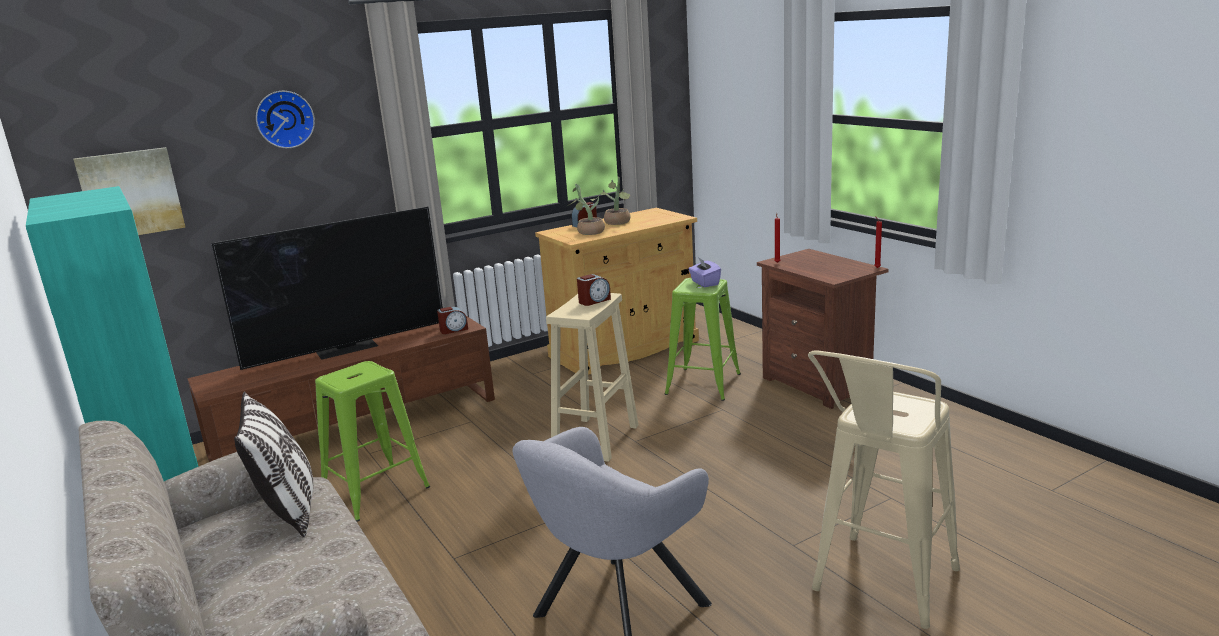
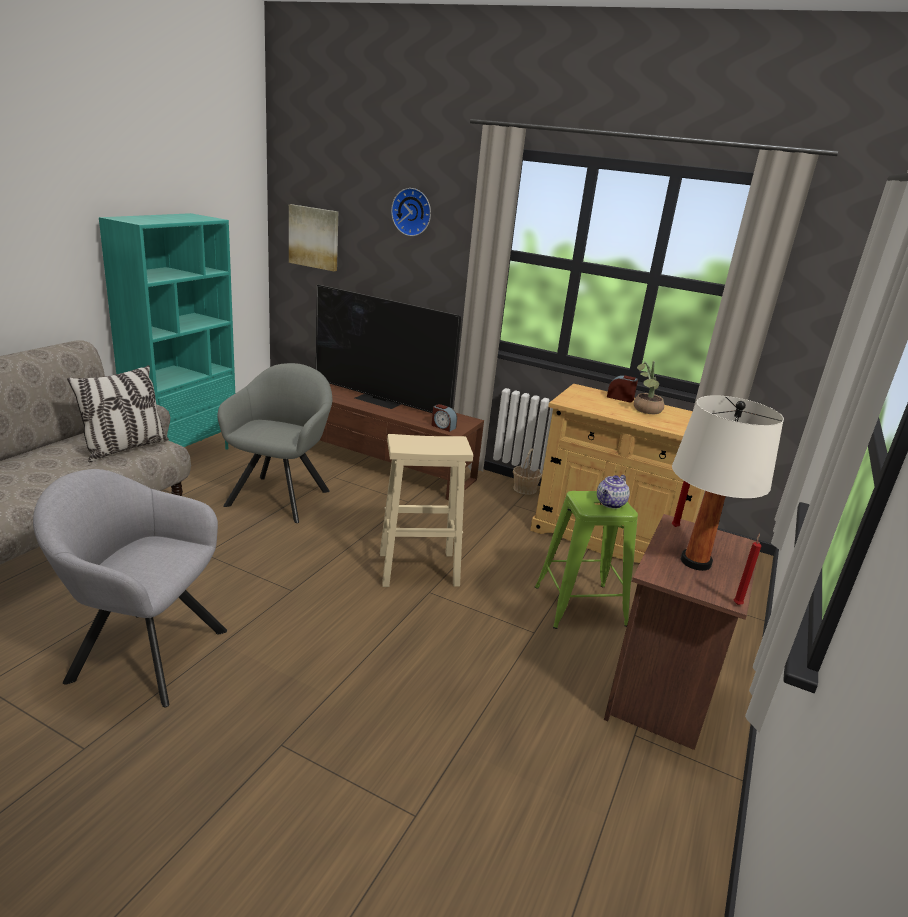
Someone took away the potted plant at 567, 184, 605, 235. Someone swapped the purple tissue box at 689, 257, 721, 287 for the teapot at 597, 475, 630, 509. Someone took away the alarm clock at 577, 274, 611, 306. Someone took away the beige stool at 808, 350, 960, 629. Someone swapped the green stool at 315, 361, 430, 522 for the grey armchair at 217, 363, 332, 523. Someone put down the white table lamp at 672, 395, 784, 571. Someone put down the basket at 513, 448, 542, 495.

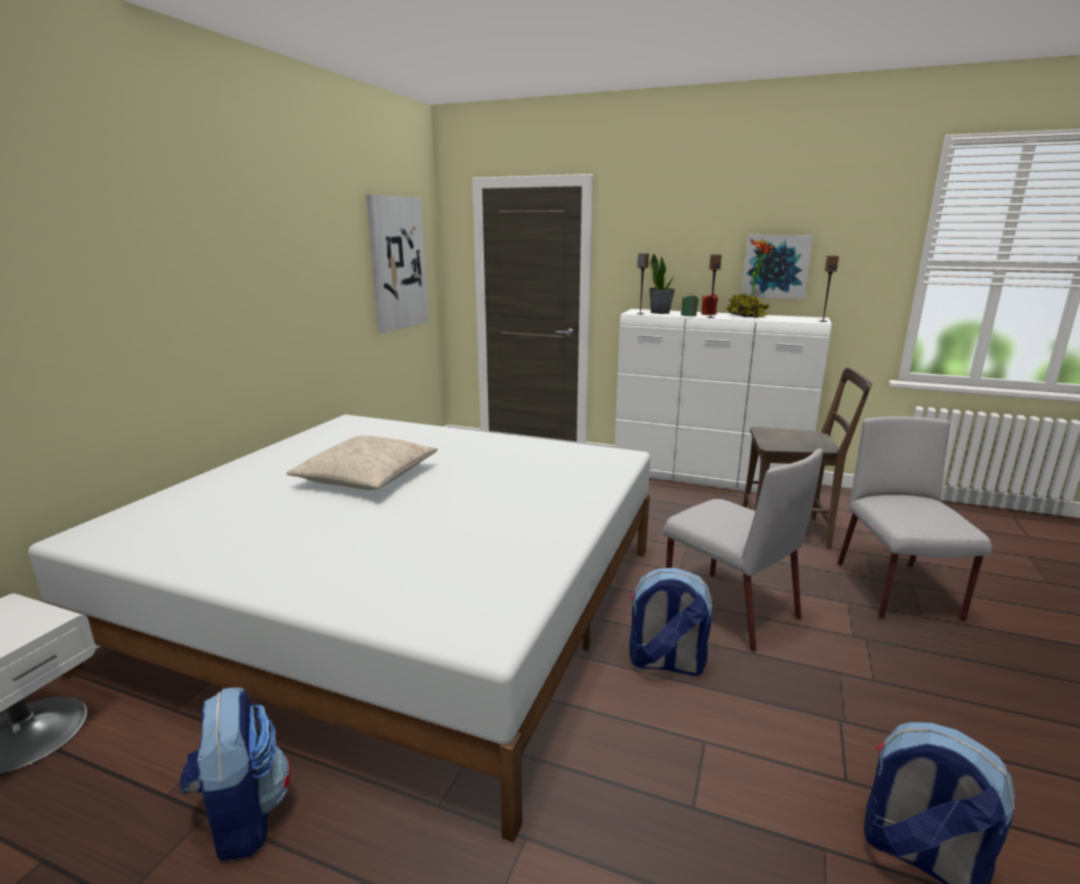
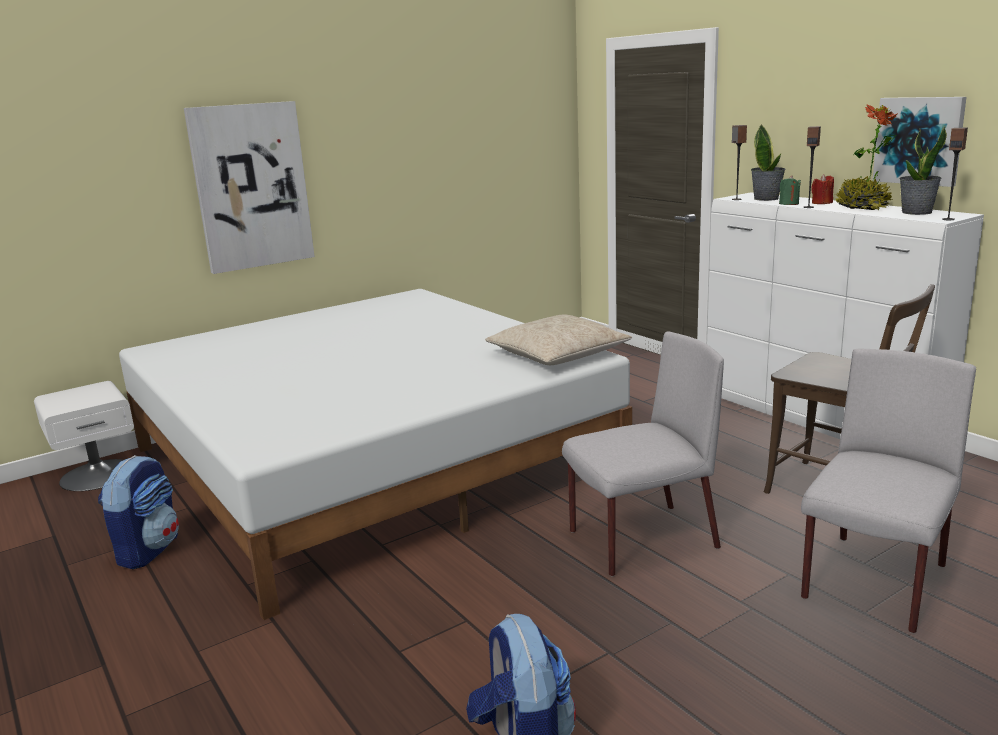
Someone carried the picture from 366, 194, 428, 333 to 184, 101, 315, 274. Someone carried the beige pillow from 286, 436, 438, 490 to 485, 315, 632, 365. Someone rotated the grey chair at 663, 449, 823, 652 by 105 degrees counterclockwise. Someone took away the backpack at 629, 568, 712, 676. Someone put down the potted plant at 900, 126, 947, 215.

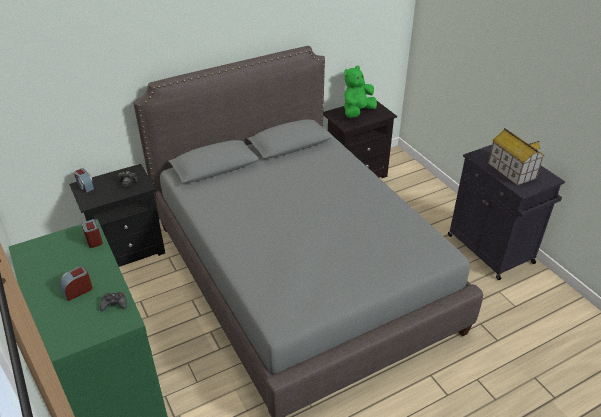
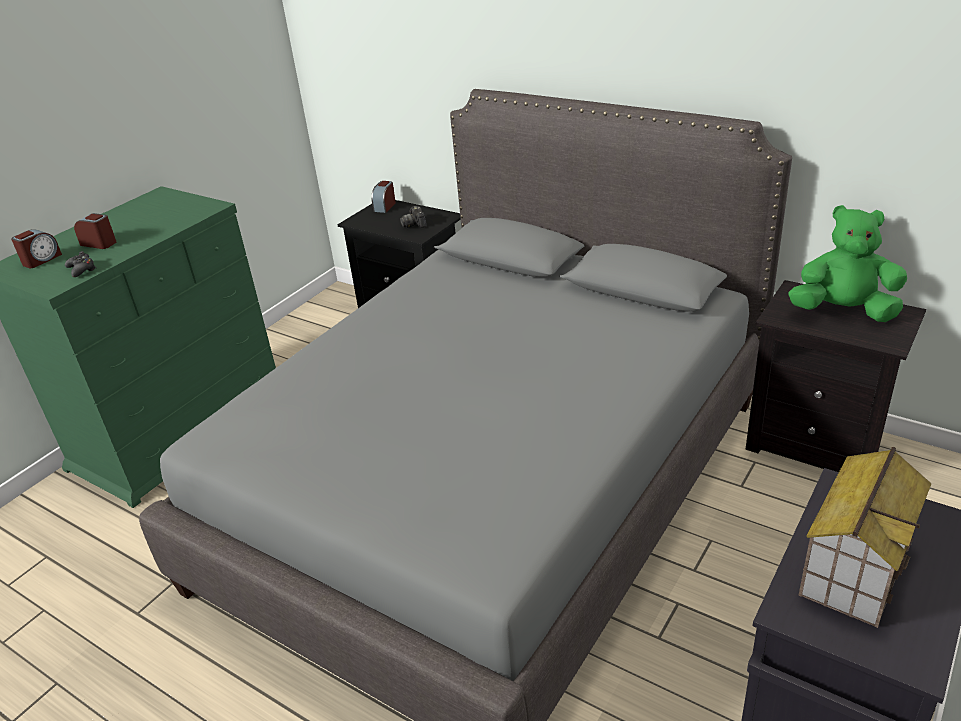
Someone carried the alarm clock from 81, 219, 103, 248 to 11, 229, 62, 268.

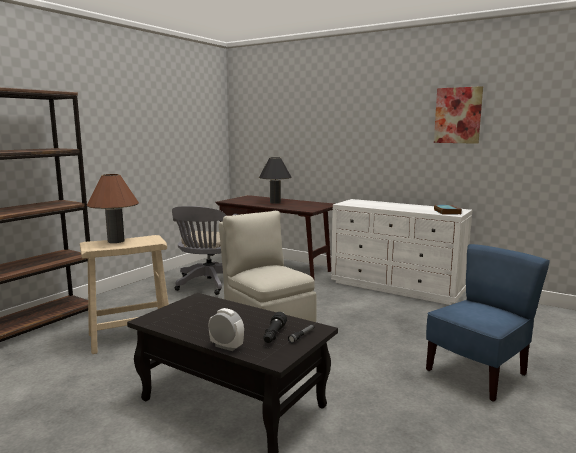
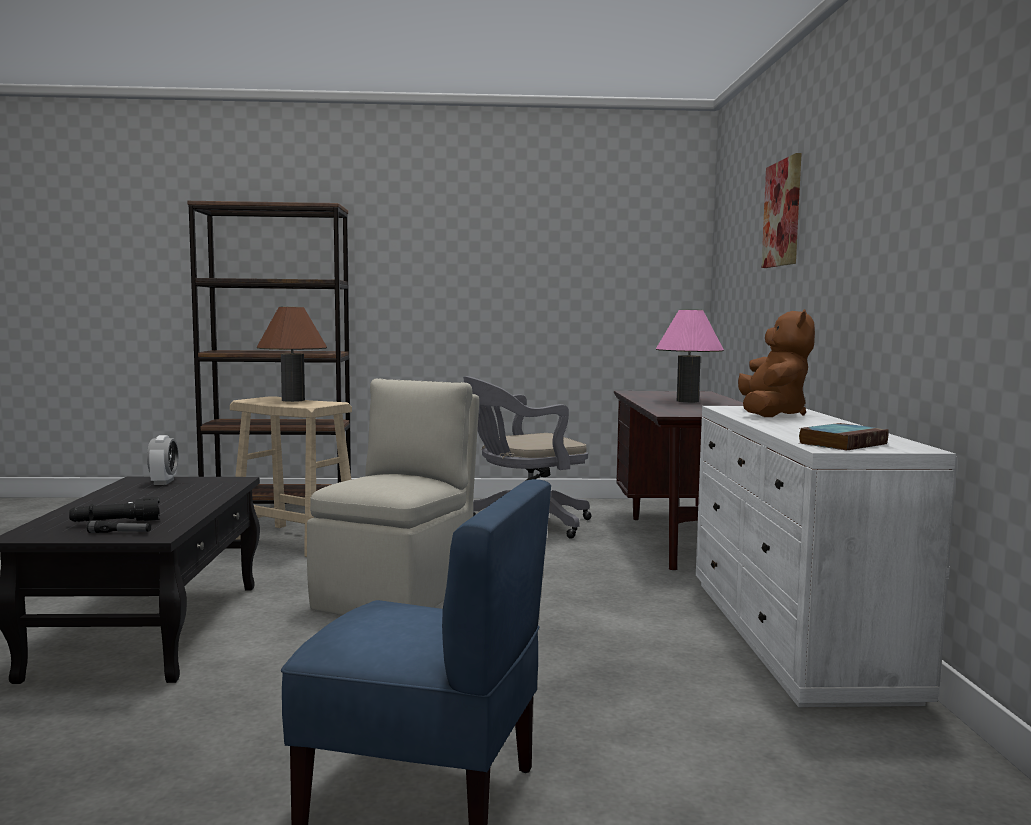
Someone carried the picture from 434, 86, 483, 144 to 761, 153, 802, 268. Someone repainted the black table lamp at 259, 157, 291, 203, which became the pink table lamp at 656, 309, 724, 403. Someone carried the alarm clock from 208, 308, 244, 351 to 147, 435, 178, 485. Someone put down the brown plush toy at 738, 309, 815, 417.

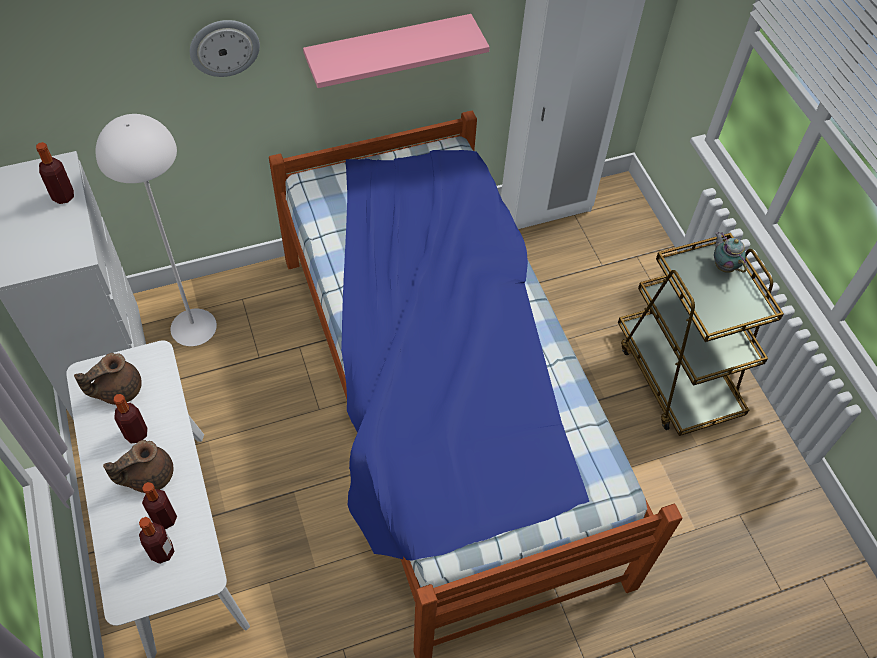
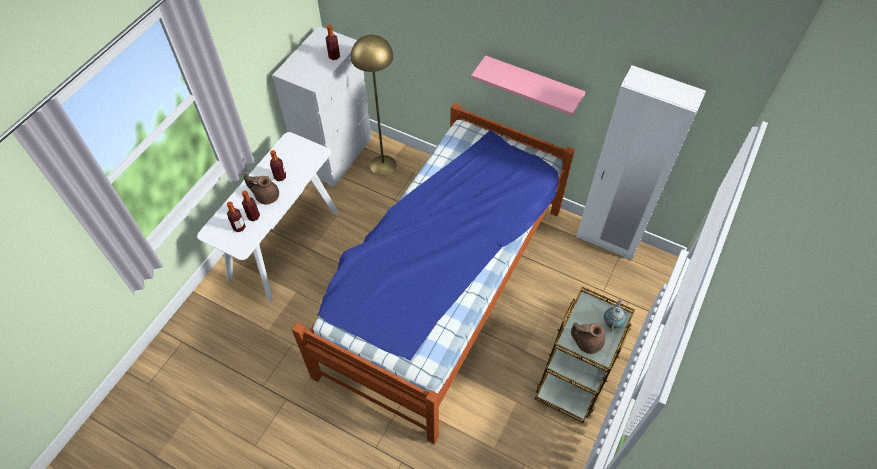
Someone took away the wall clock at 190, 20, 260, 77. Someone repainted the white floor lamp at 96, 114, 217, 346, which became the yellow floor lamp at 351, 35, 396, 176. Someone carried the brown teapot from 74, 353, 142, 405 to 571, 322, 605, 354.

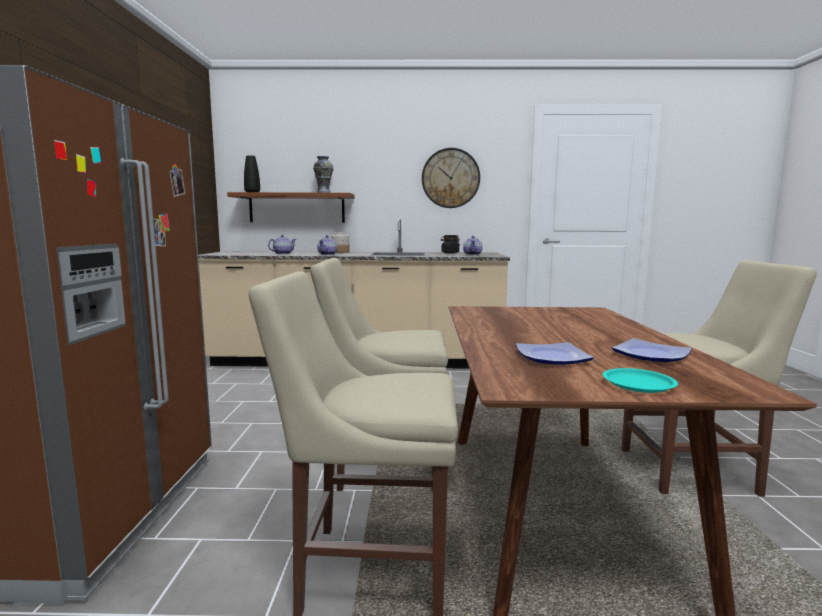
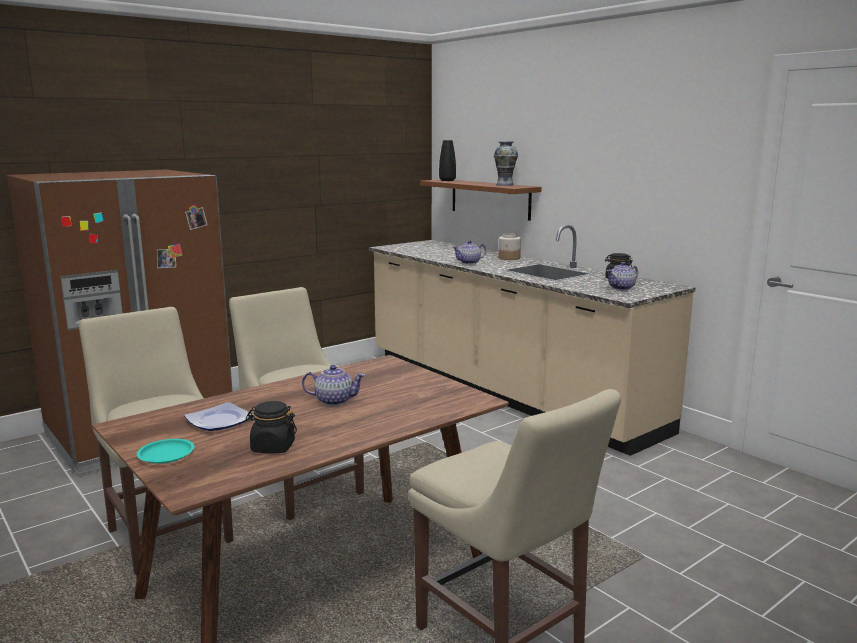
Someone took away the wall clock at 422, 148, 480, 208. Someone carried the teapot from 268, 235, 296, 254 to 302, 365, 365, 406. Someone swapped the plate at 611, 338, 692, 362 for the black jar at 246, 401, 297, 454.

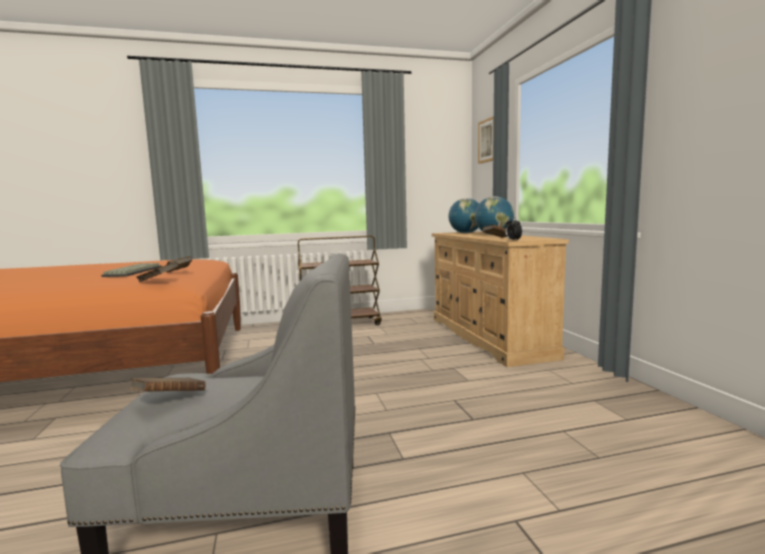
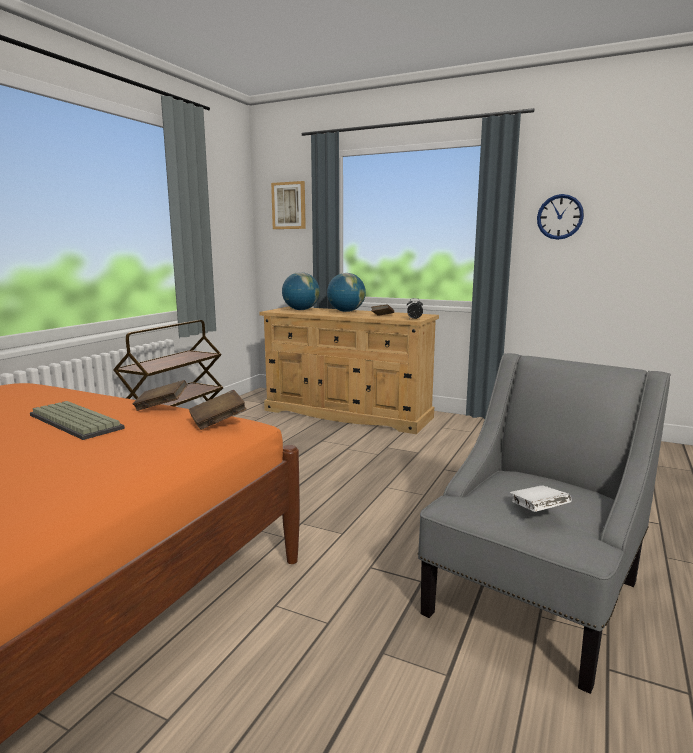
Someone repainted the brown book at 130, 378, 206, 391, which became the white book at 510, 486, 572, 512. Someone put up the wall clock at 537, 194, 584, 240.

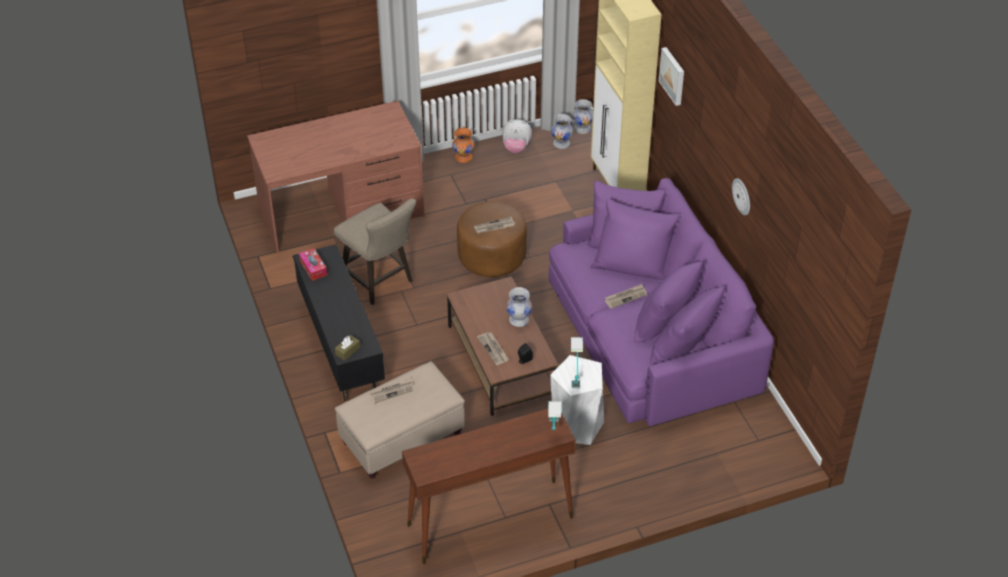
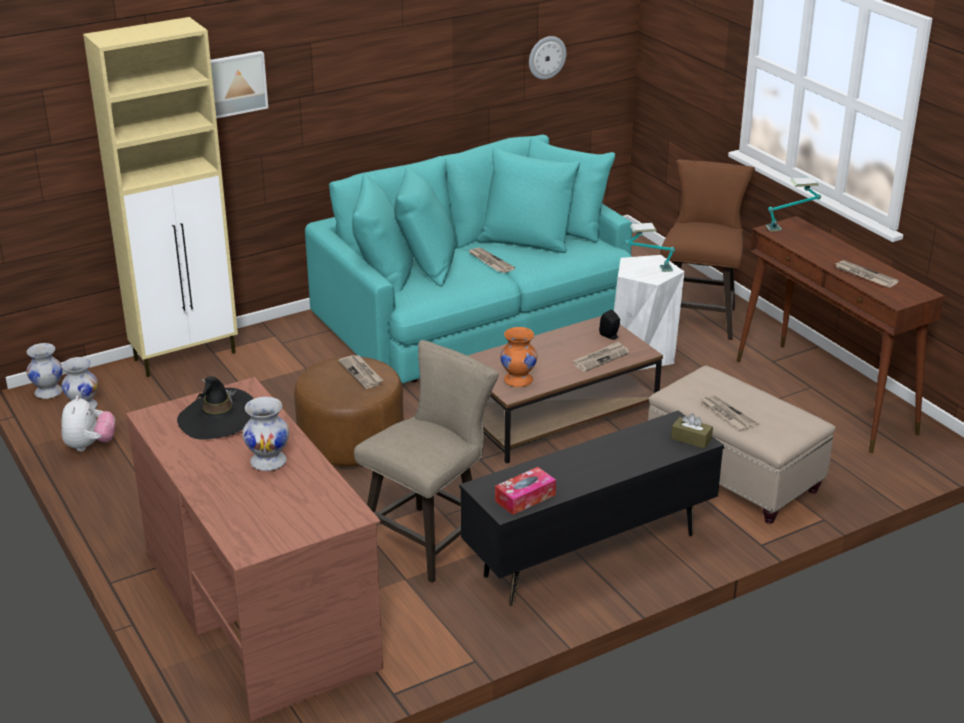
Someone carried the orange vase from 452, 128, 475, 163 to 500, 327, 538, 387. Someone repainted the purple sofa at 549, 178, 774, 426, which became the turquoise sofa at 305, 135, 632, 383. Someone carried the wall clock from 732, 178, 750, 215 to 529, 36, 566, 79. Someone carried the white vase from 506, 287, 532, 327 to 242, 397, 289, 471. Someone put down the brown stool at 661, 160, 755, 340. Someone put down the newspaper at 834, 260, 899, 287. Someone put down the black hat at 177, 376, 254, 440.

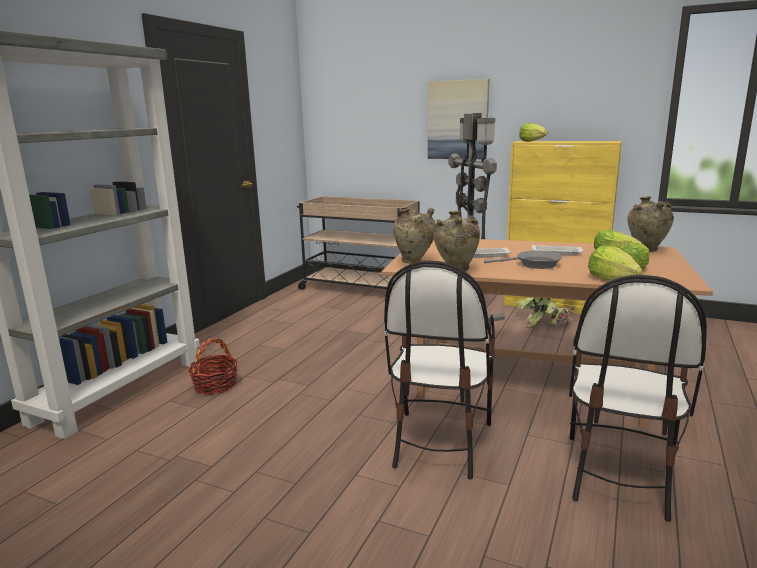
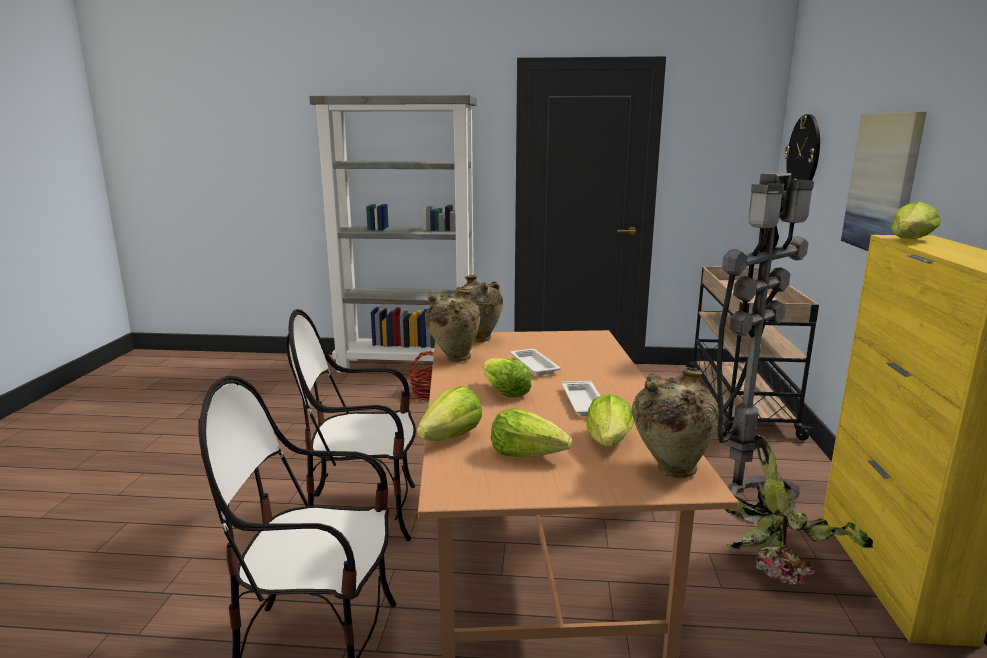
Someone swapped the grey frying pan at 484, 251, 562, 269 for the lettuce at 482, 358, 532, 397. Someone put up the wall clock at 785, 114, 820, 180.

